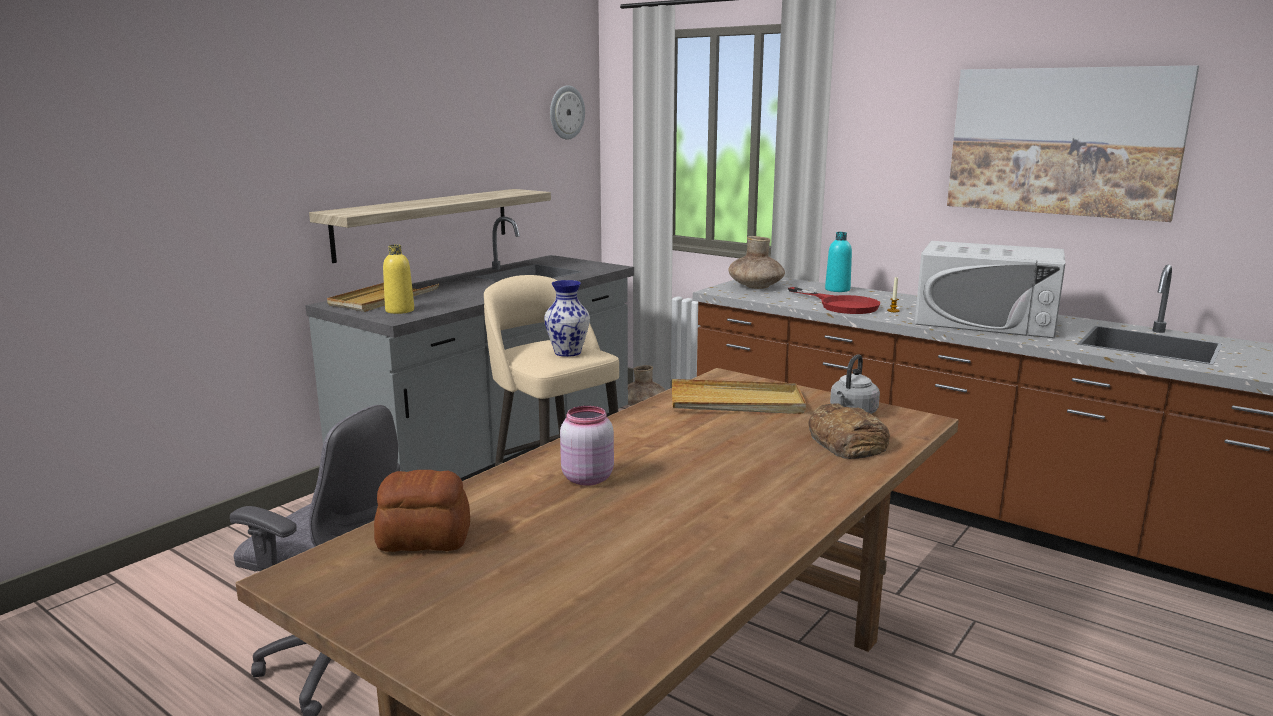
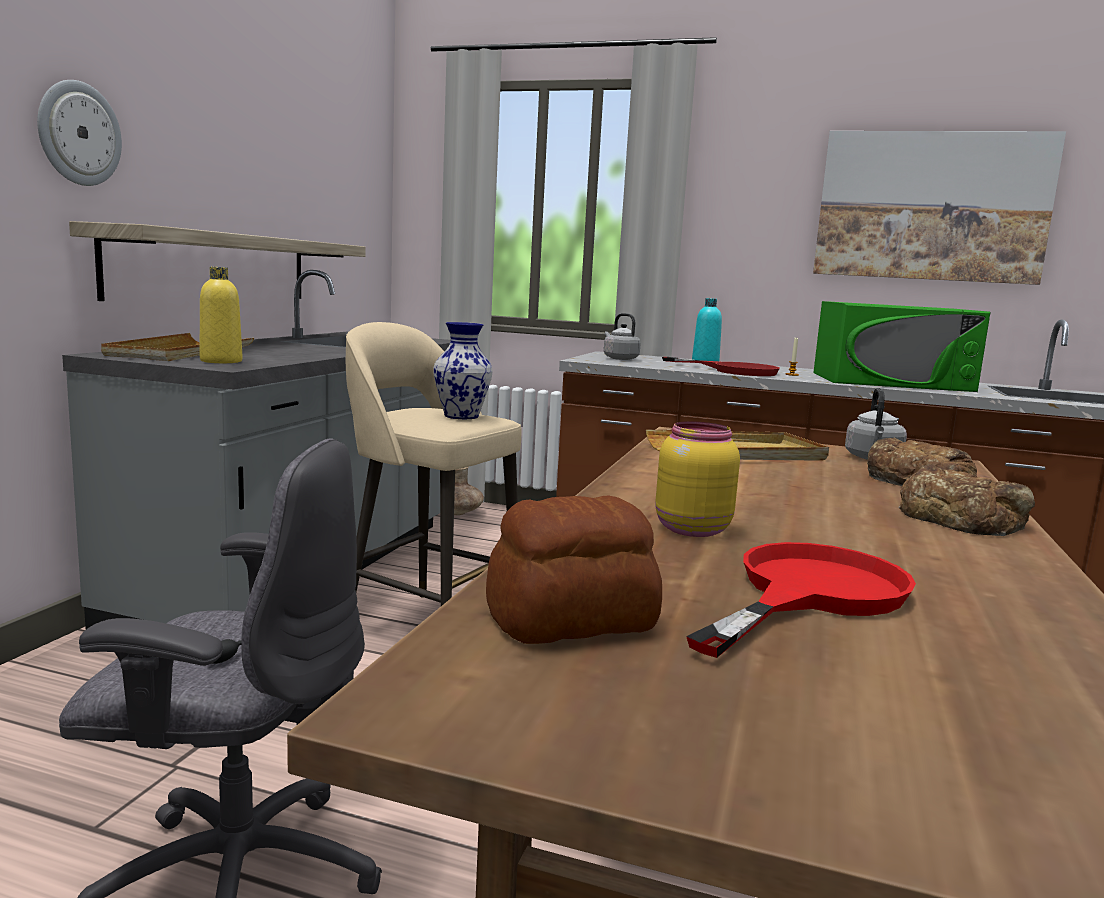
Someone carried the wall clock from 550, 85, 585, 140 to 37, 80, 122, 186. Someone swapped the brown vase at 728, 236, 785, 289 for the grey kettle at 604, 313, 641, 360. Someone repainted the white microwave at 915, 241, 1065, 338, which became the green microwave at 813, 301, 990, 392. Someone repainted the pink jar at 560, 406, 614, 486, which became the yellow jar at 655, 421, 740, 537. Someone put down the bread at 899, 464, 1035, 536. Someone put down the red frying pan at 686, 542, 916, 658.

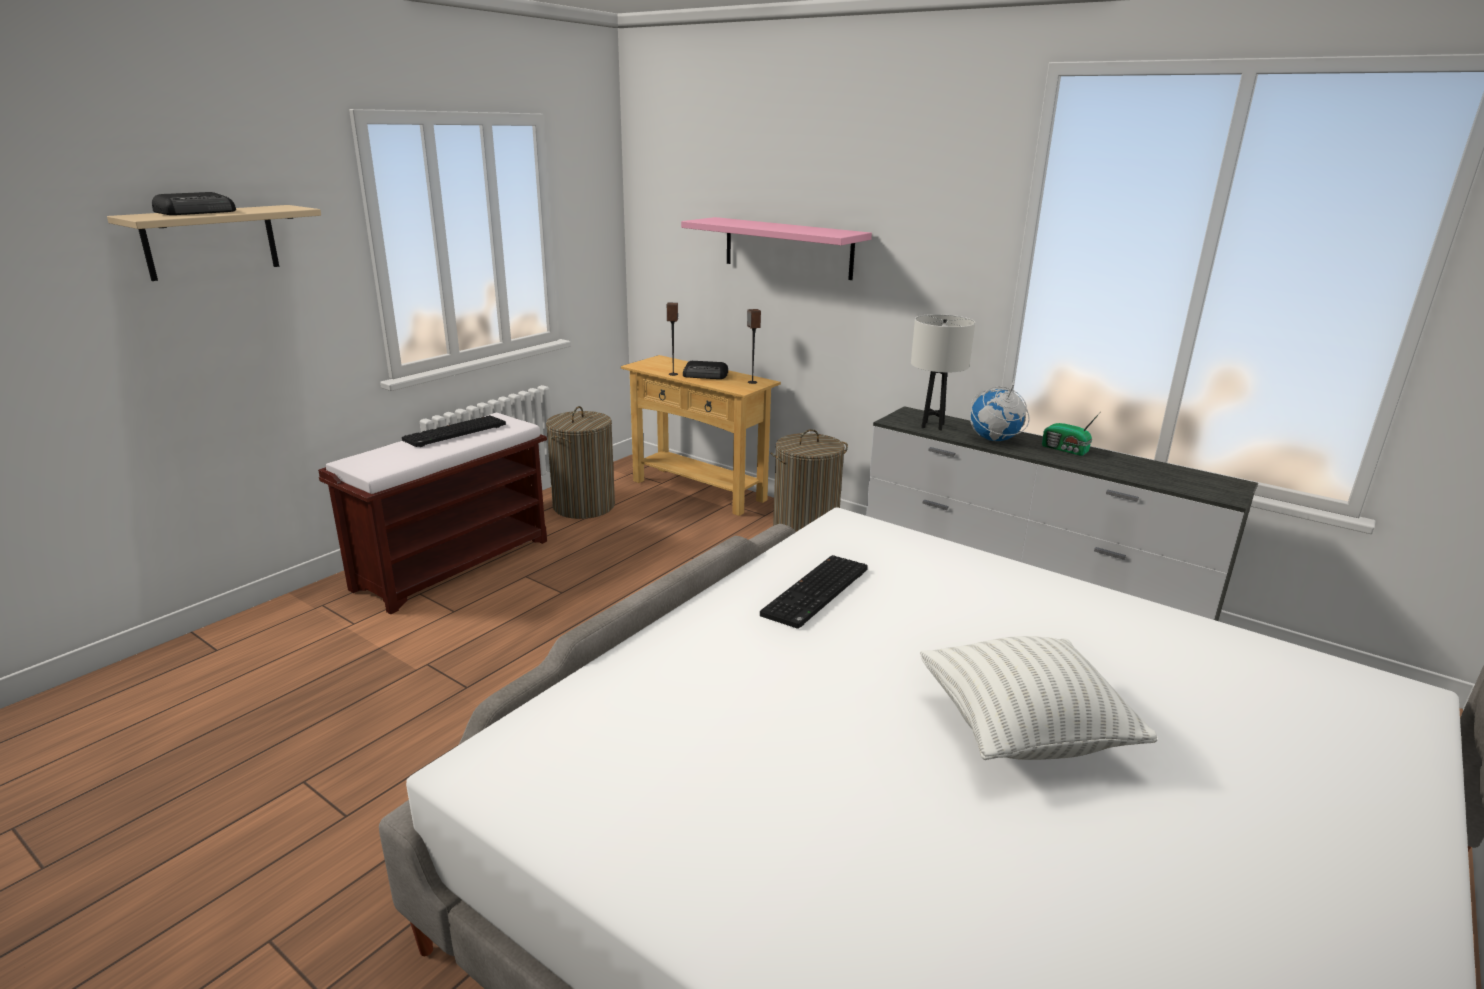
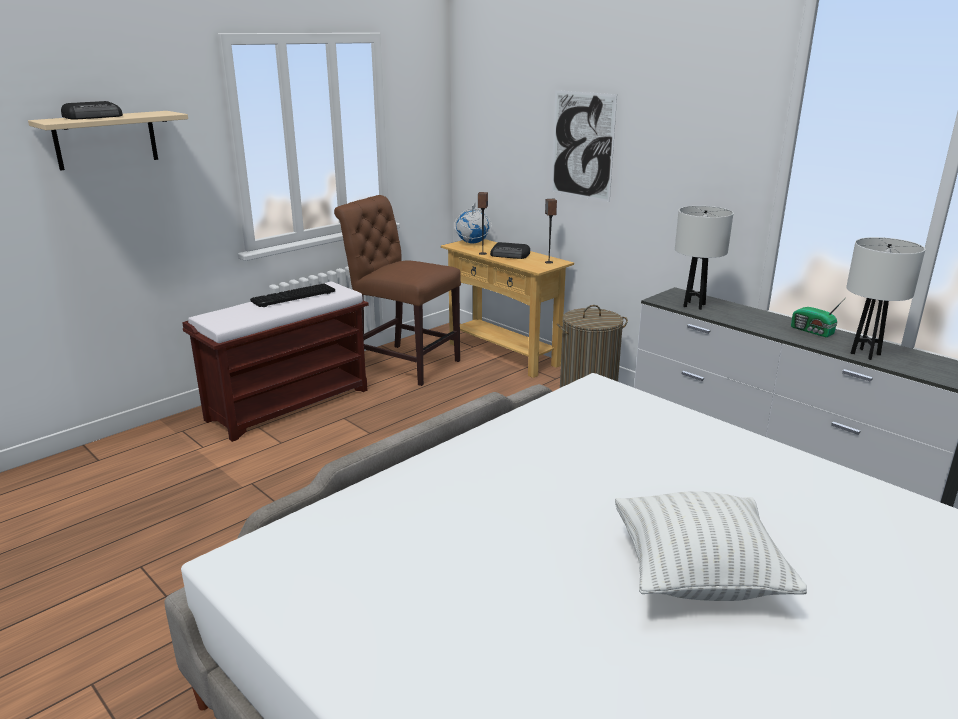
Someone swapped the pink shelf at 681, 217, 872, 280 for the picture at 551, 90, 617, 202. Someone carried the globe from 970, 380, 1030, 441 to 454, 202, 492, 243. Someone swapped the laundry basket at 546, 406, 615, 519 for the brown chair at 334, 195, 461, 386. Someone took away the keyboard at 760, 555, 868, 629. Someone put down the white table lamp at 846, 237, 925, 360.

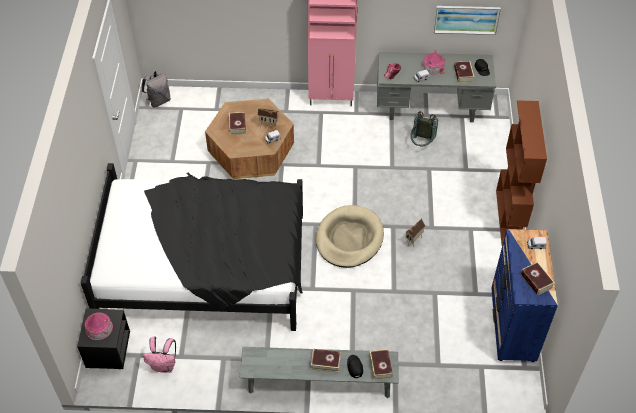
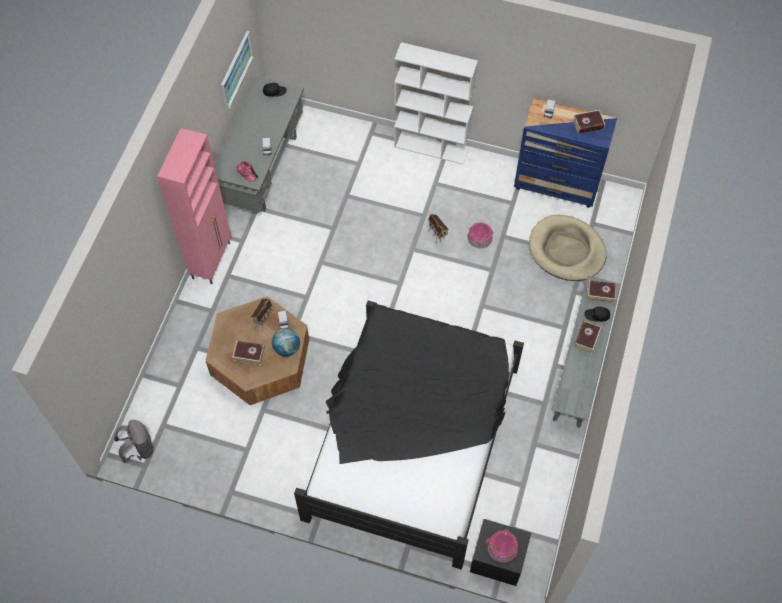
Someone carried the toy house from 422, 49, 445, 75 to 467, 223, 494, 248. Someone took away the book at 454, 61, 474, 83. Someone repainted the brown bookcase at 496, 100, 547, 245, which became the white bookcase at 394, 42, 478, 165. Someone took away the grey backpack at 410, 111, 438, 147. Someone carried the beige dog bed from 316, 205, 384, 268 to 529, 215, 607, 281. Someone took away the pink backpack at 143, 337, 176, 373. Someone put down the globe at 272, 328, 300, 356.

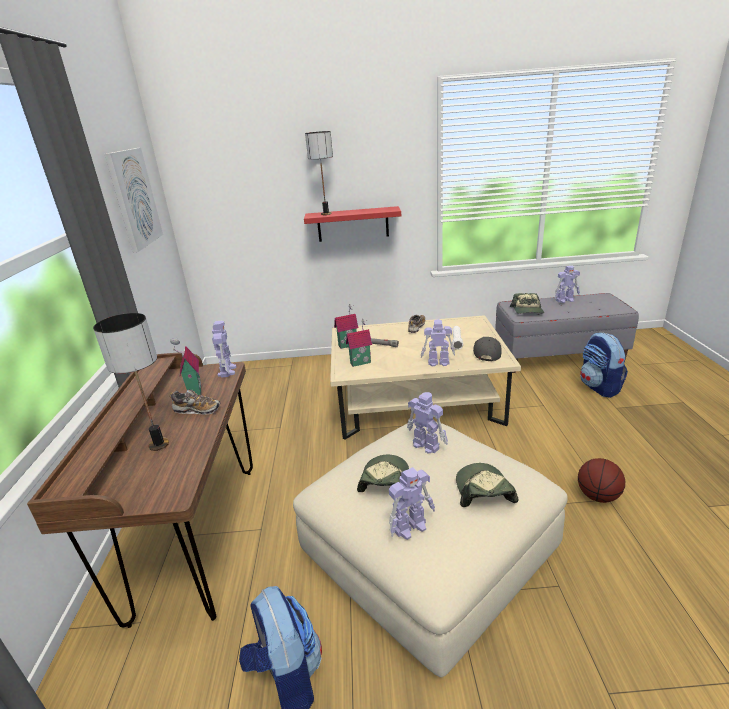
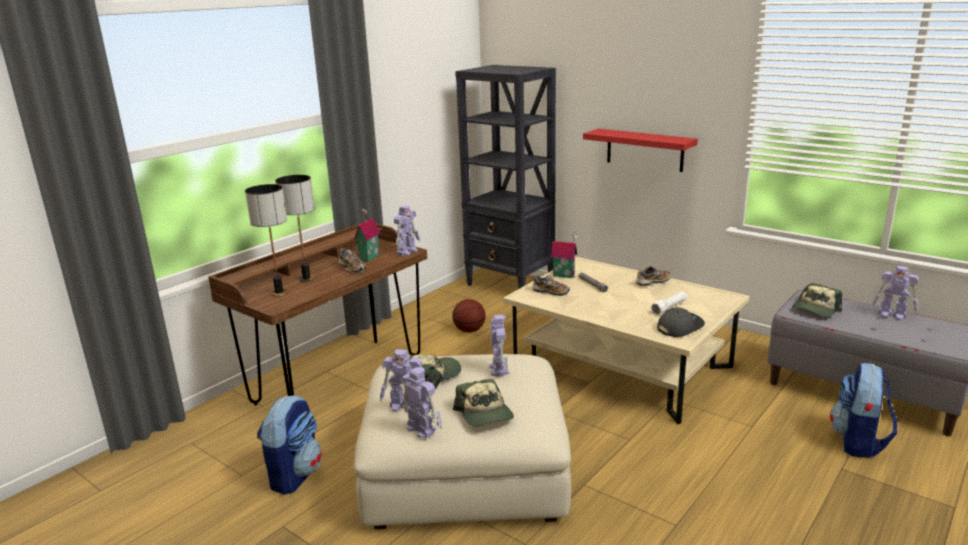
Someone carried the table lamp from 305, 131, 333, 215 to 245, 184, 288, 297. Someone took away the picture at 105, 148, 163, 253. Someone swapped the toy house at 346, 319, 372, 367 for the shoe at 532, 275, 570, 296. Someone carried the toy robot from 421, 319, 455, 366 to 400, 367, 442, 438. Someone carried the basketball from 578, 458, 625, 503 to 452, 299, 486, 332. Someone rotated the cap at 456, 463, 519, 507 by 120 degrees clockwise. Someone put down the black bookcase at 455, 65, 556, 289.

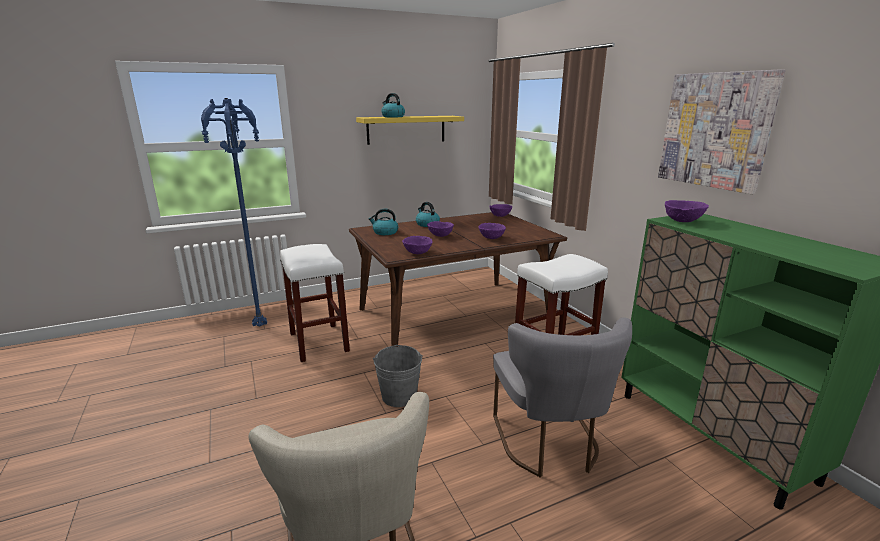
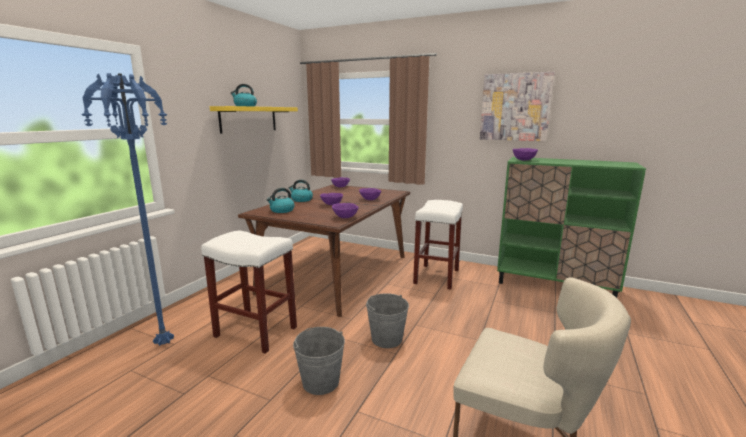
Someone took away the grey chair at 493, 317, 632, 478. Someone put down the grey bucket at 293, 327, 345, 395.

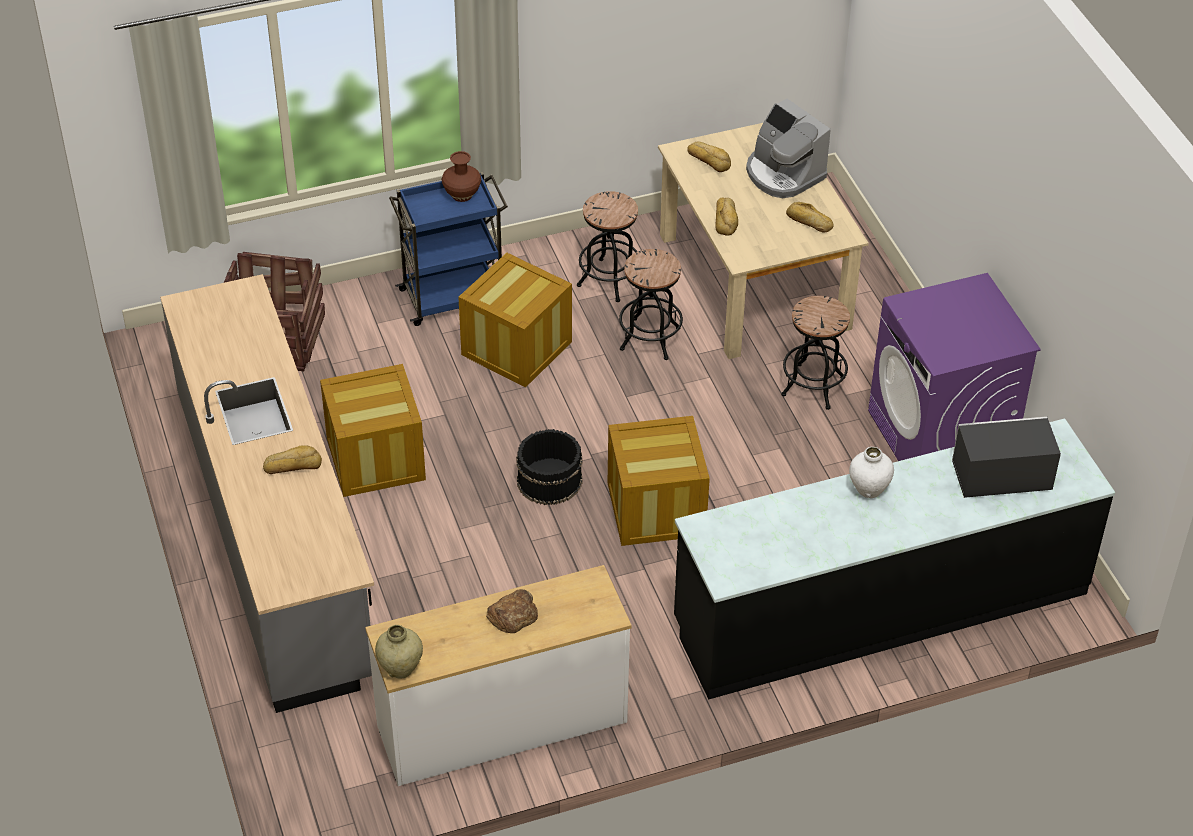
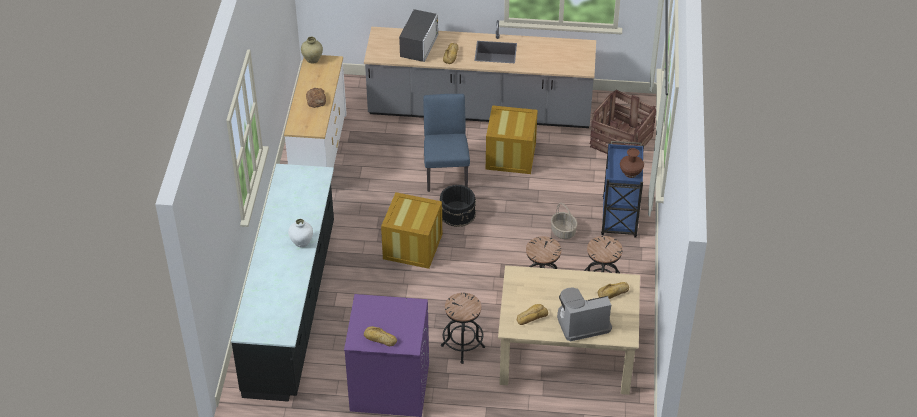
Someone carried the bread from 715, 198, 738, 236 to 364, 326, 397, 346. Someone swapped the crate at 458, 253, 572, 388 for the basket at 551, 203, 577, 239. Someone carried the microwave from 952, 417, 1061, 498 to 399, 9, 439, 62. Someone put down the blue chair at 423, 94, 470, 192.

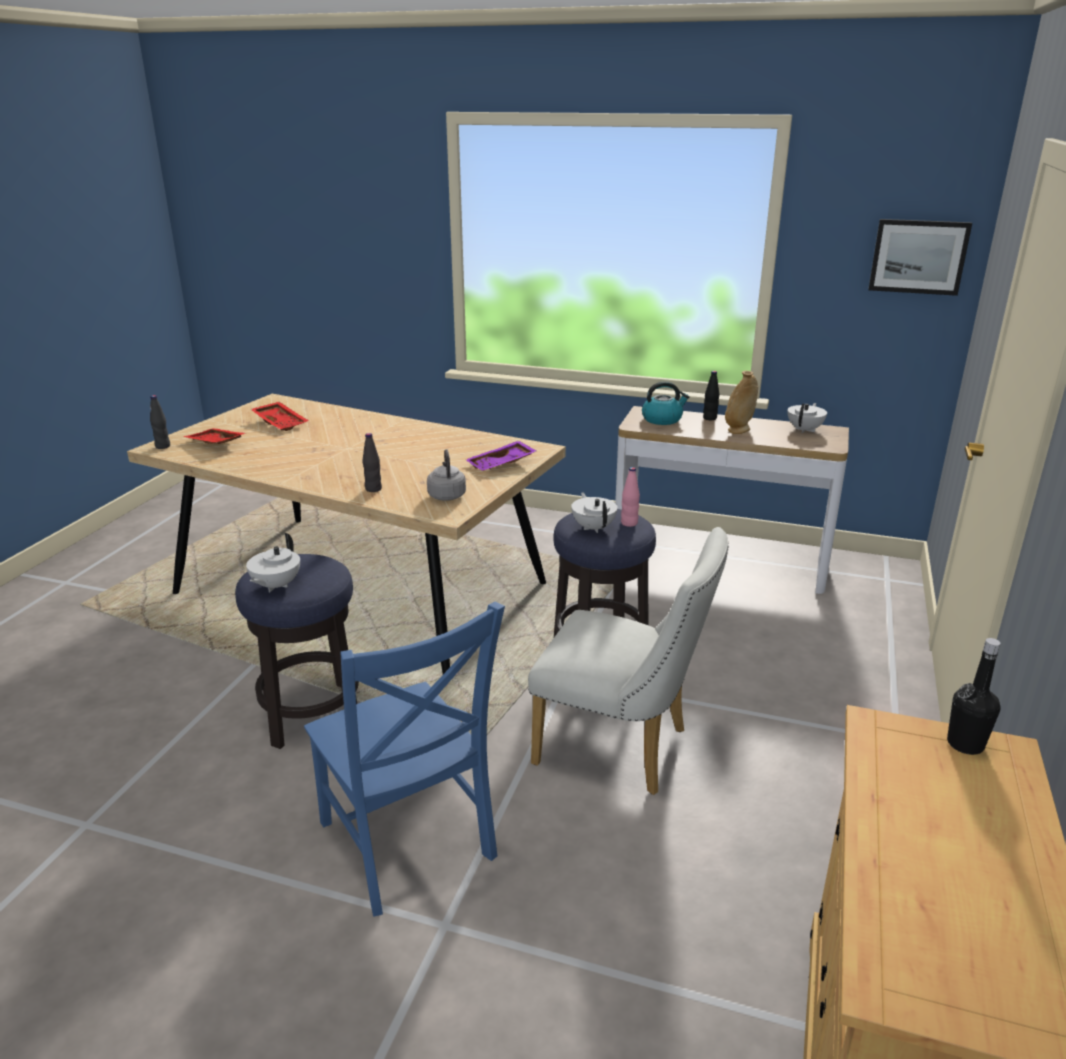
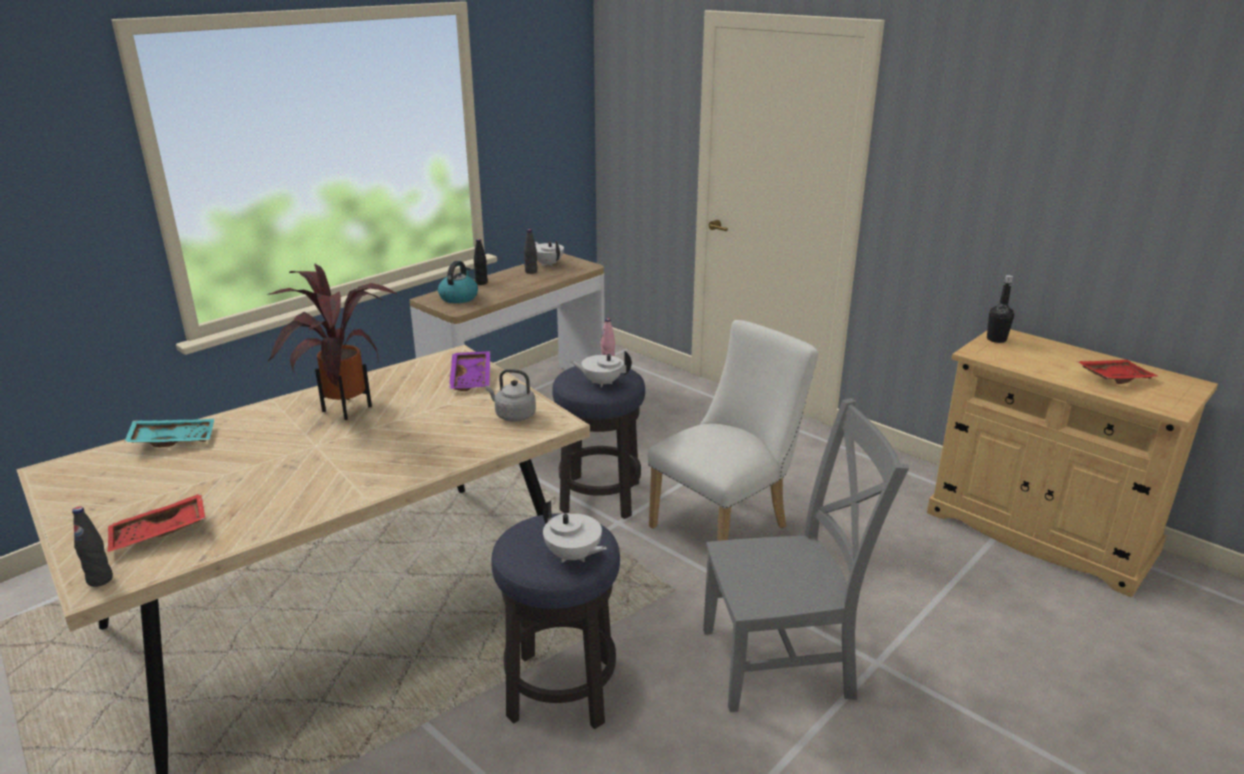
Someone took away the picture at 868, 219, 972, 296. Someone took away the beige vase at 725, 371, 758, 434. Someone carried the red tray from 251, 402, 309, 431 to 1077, 360, 1159, 384. Someone carried the black bottle from 363, 433, 382, 492 to 524, 229, 537, 274. Someone repainted the blue chair at 304, 601, 505, 916, which became the grey chair at 703, 398, 909, 712. Someone put down the potted plant at 266, 264, 398, 420. Someone put down the turquoise tray at 124, 419, 214, 447.

